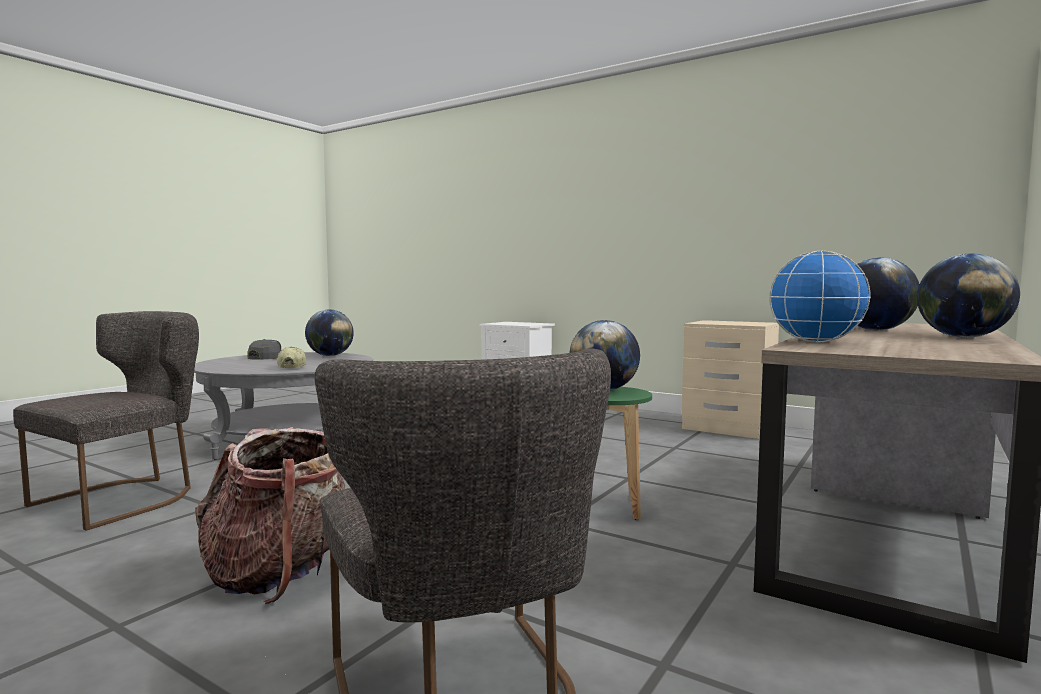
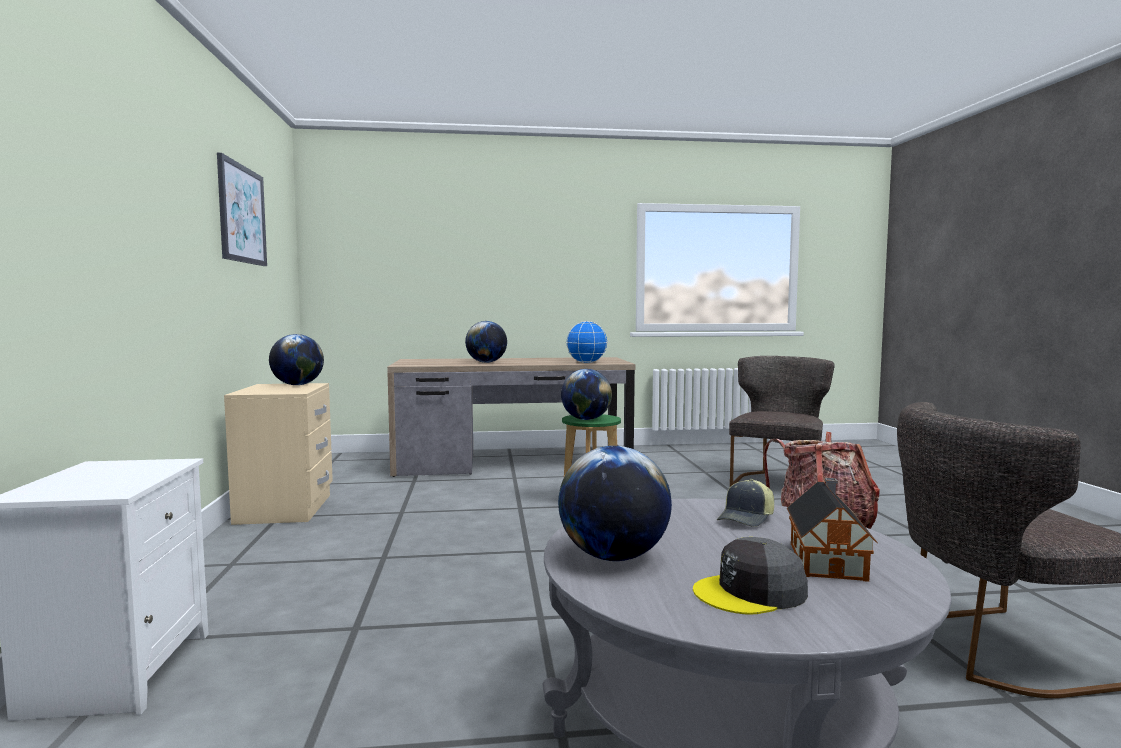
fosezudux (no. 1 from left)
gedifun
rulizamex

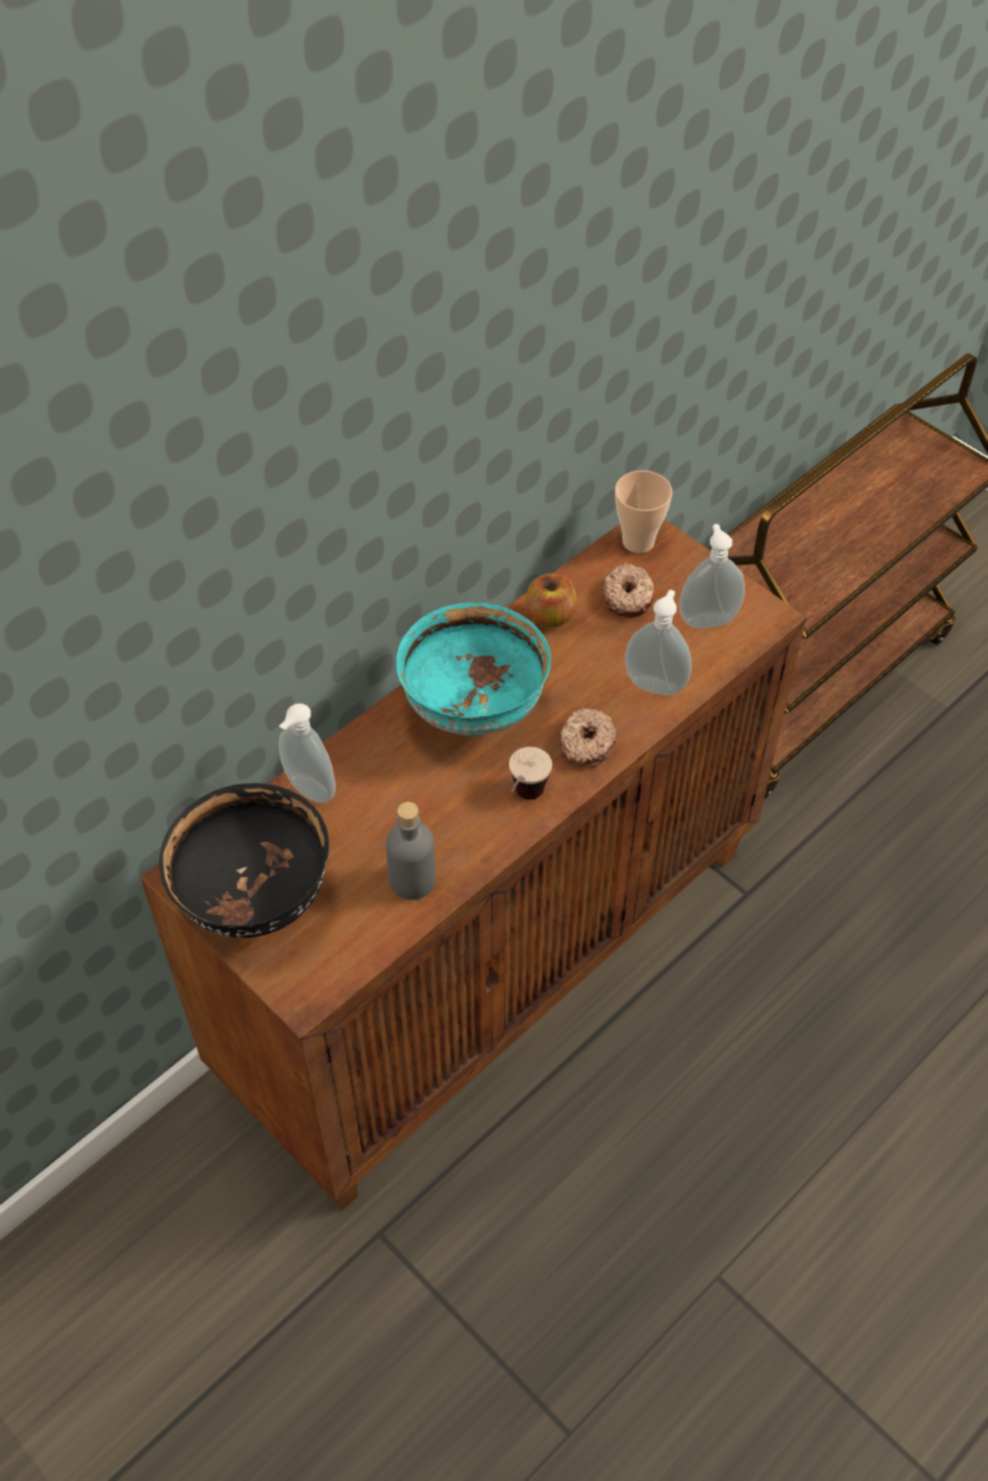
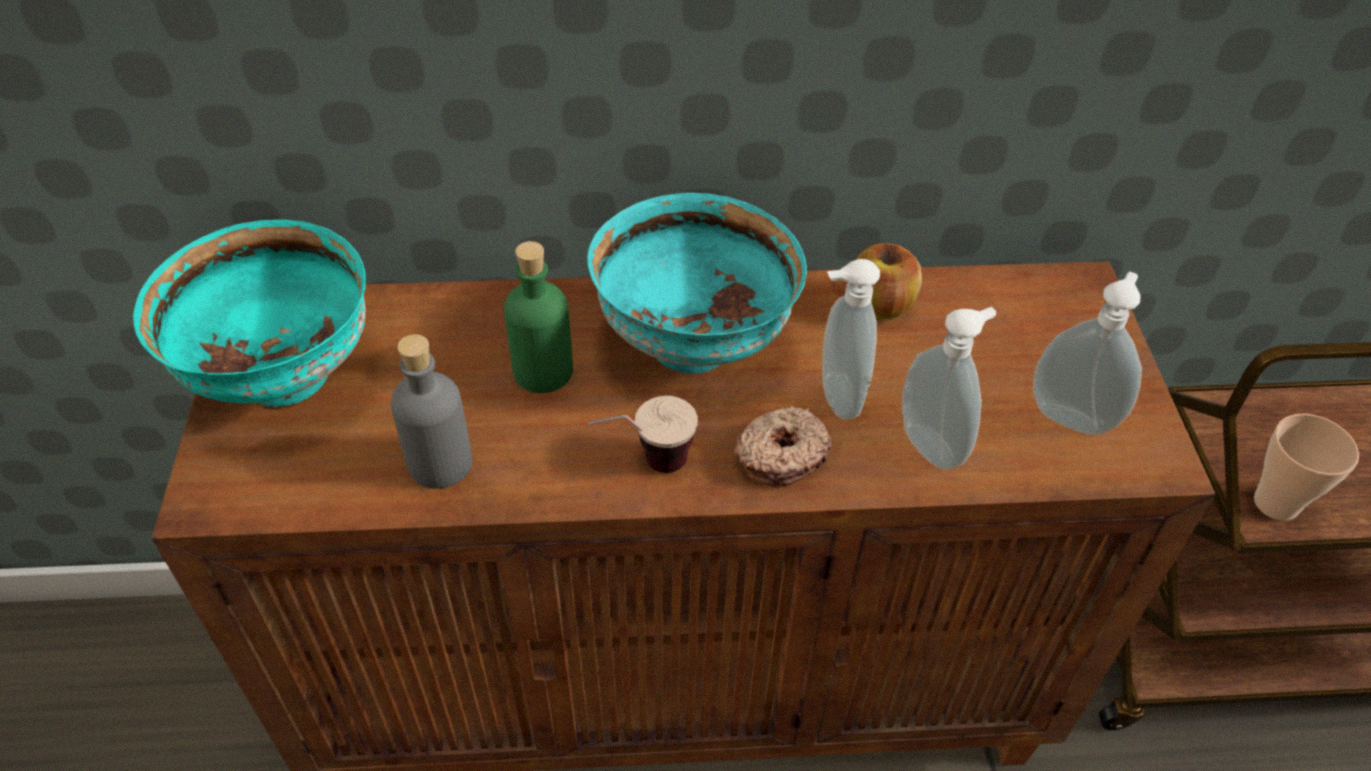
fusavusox (no. 2 from left)
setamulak (no. 2 from left in the first image)
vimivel (no. 1 from left)
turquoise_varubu (no. 1 from left)
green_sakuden

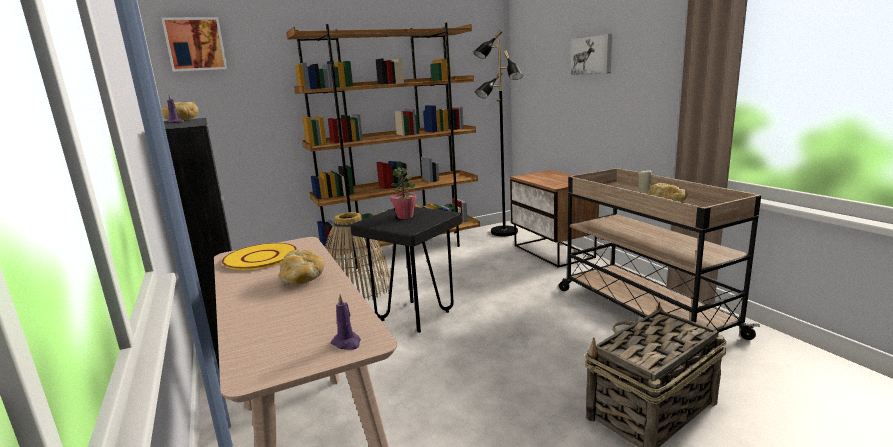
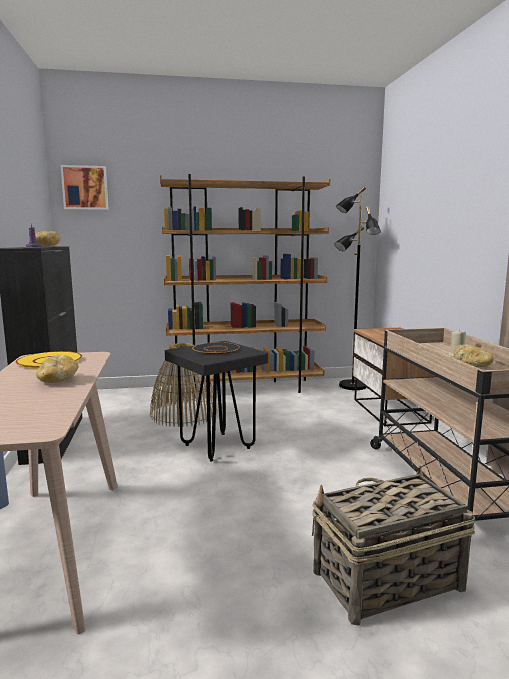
gedifun (no. 2 from left in the first image)
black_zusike
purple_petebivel (no. 2 from left in the first image)

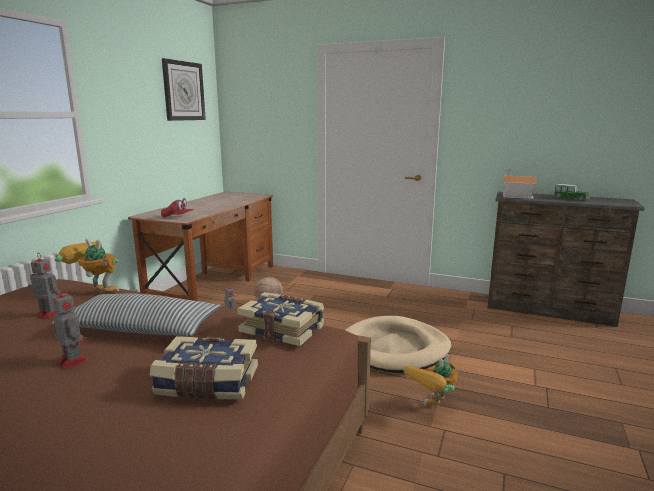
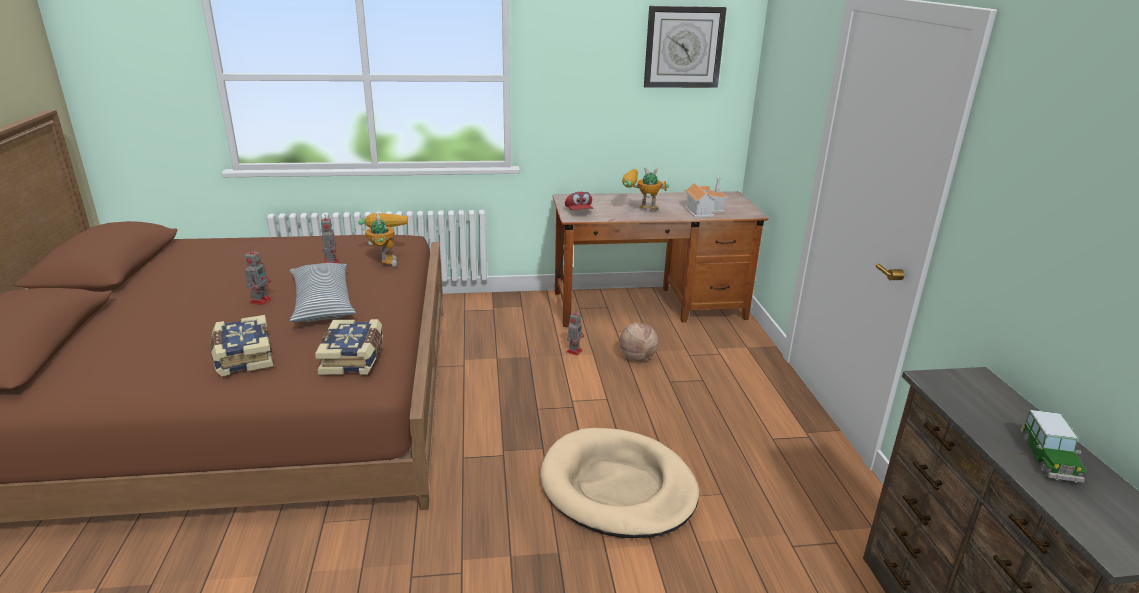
rulizamex
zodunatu (no. 5 from left)

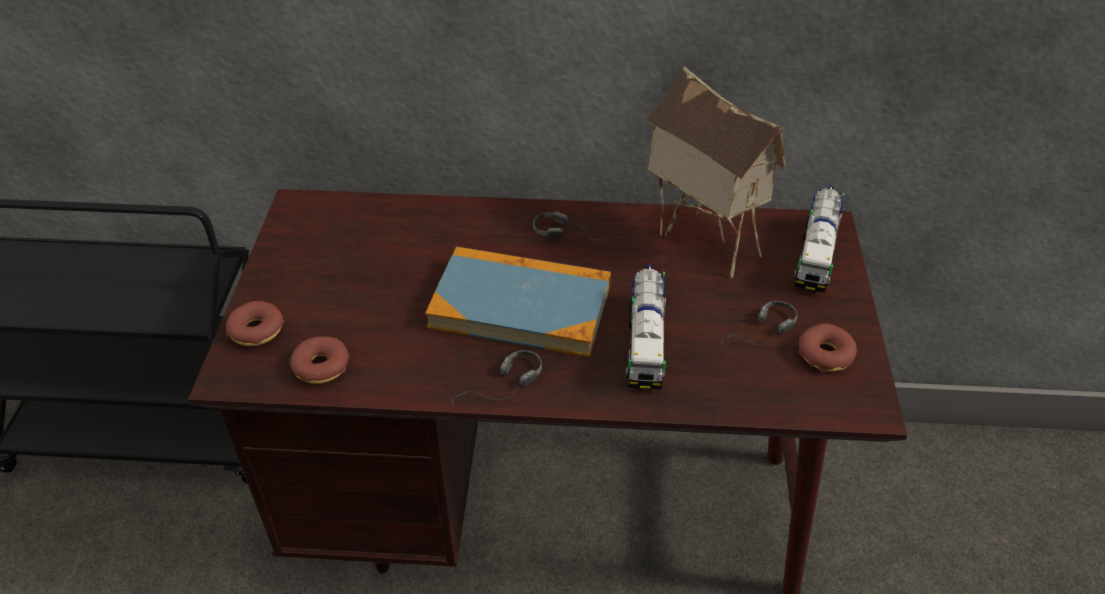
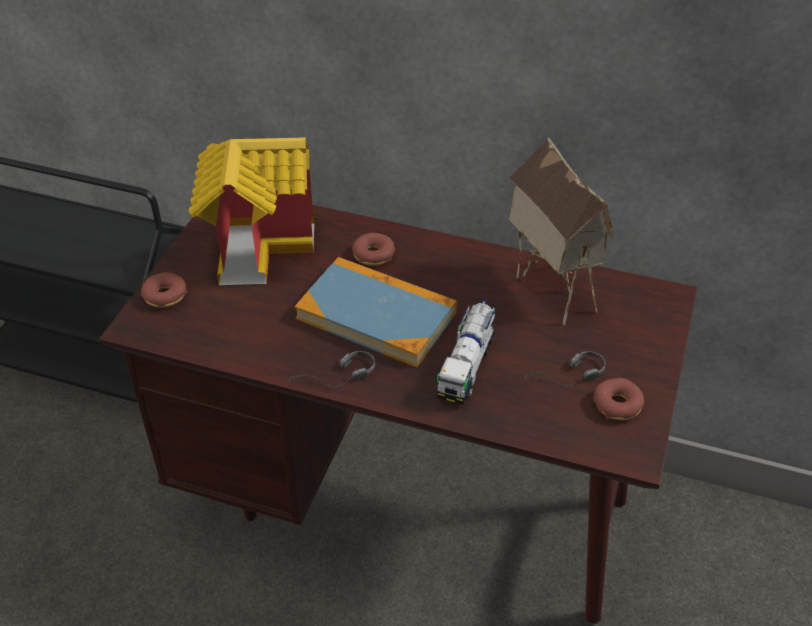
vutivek (no. 2 from left in the first image)
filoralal (no. 2 from left in the first image)
setamulak (no. 2 from left)
rulizamex (no. 1 from left)

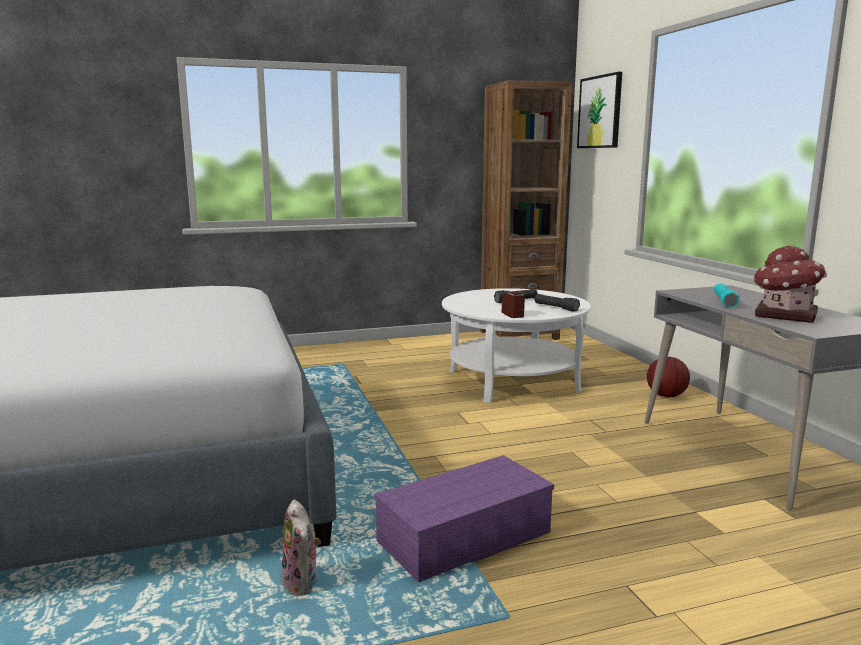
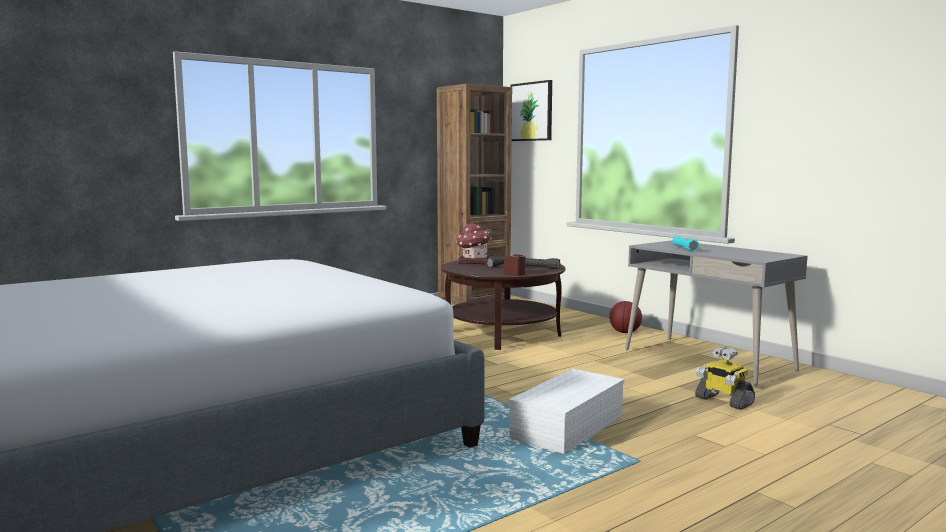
rulizamex
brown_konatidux
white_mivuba
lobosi
zodunatu

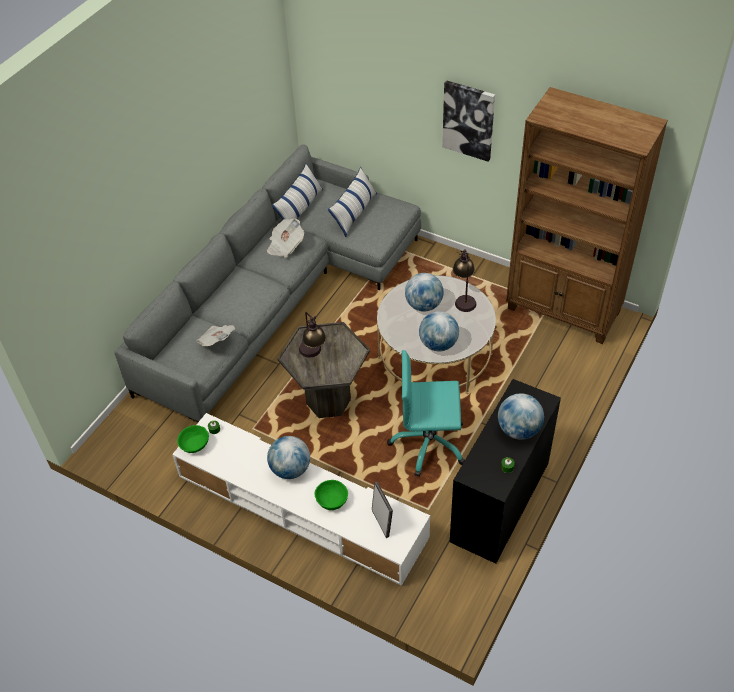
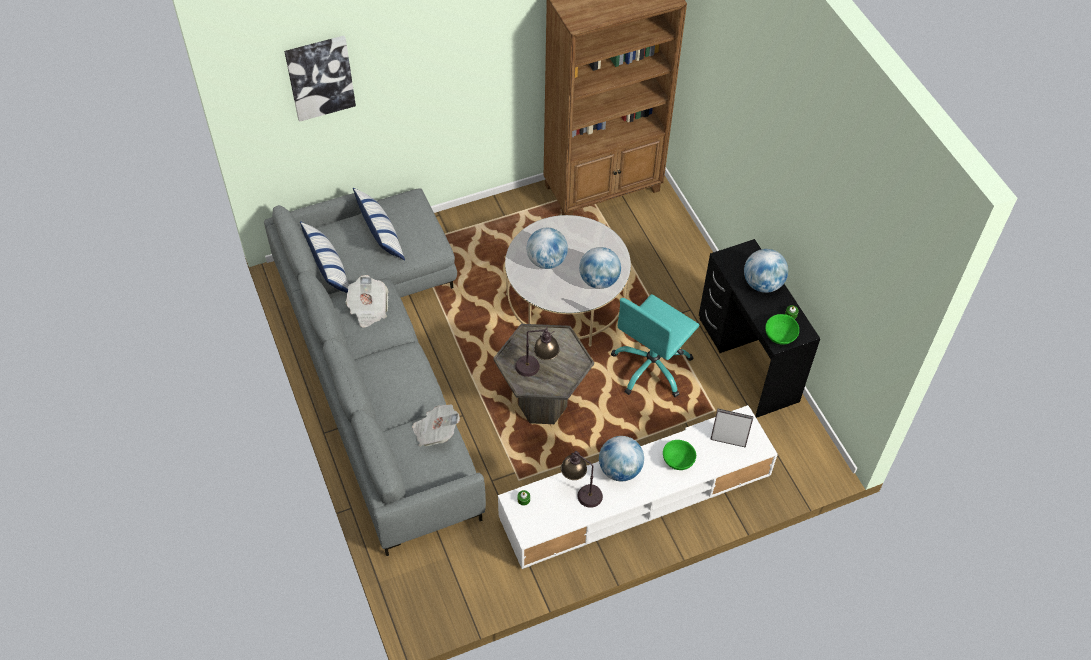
gedifun
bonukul (no. 2 from left)
green_varubu (no. 2 from left)

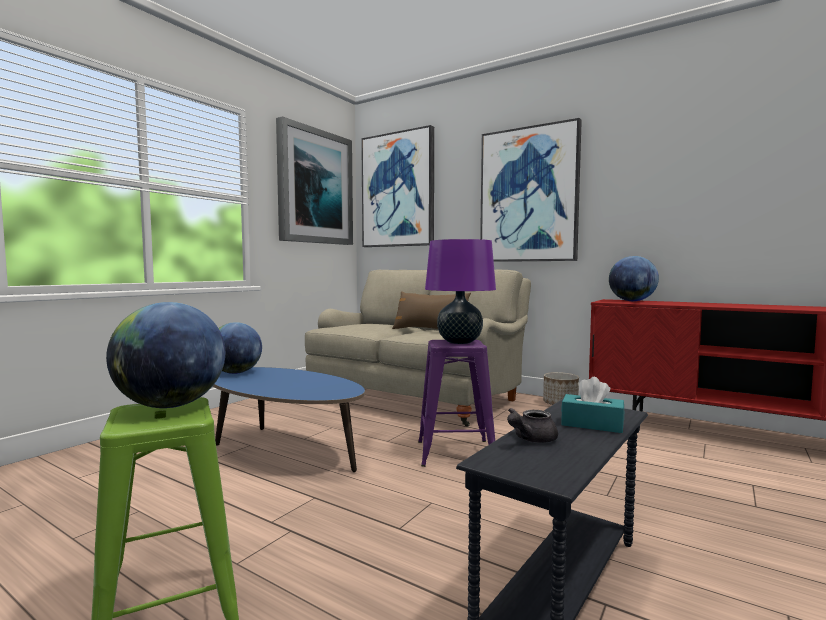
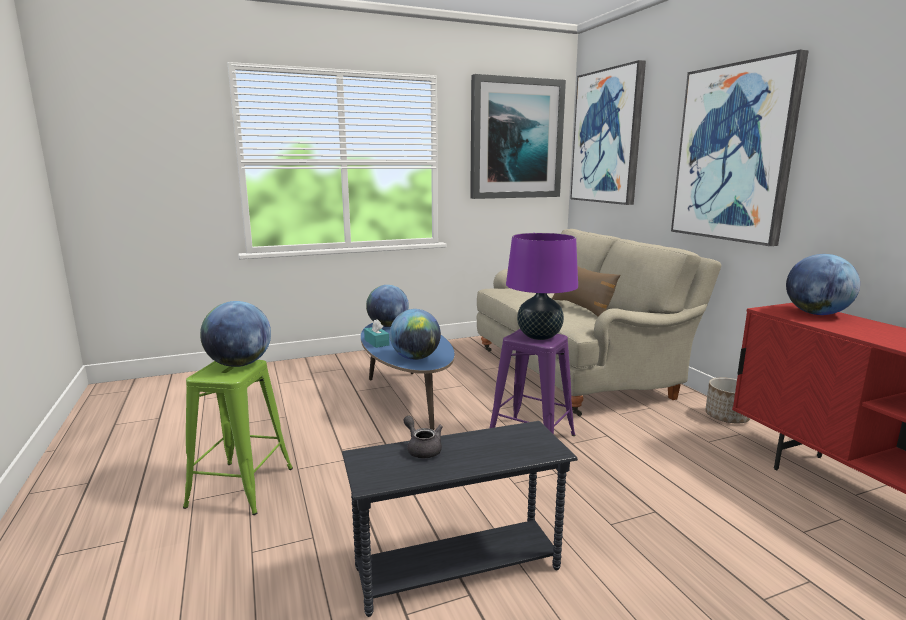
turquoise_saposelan
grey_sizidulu
fosezudux (no. 3 from left)

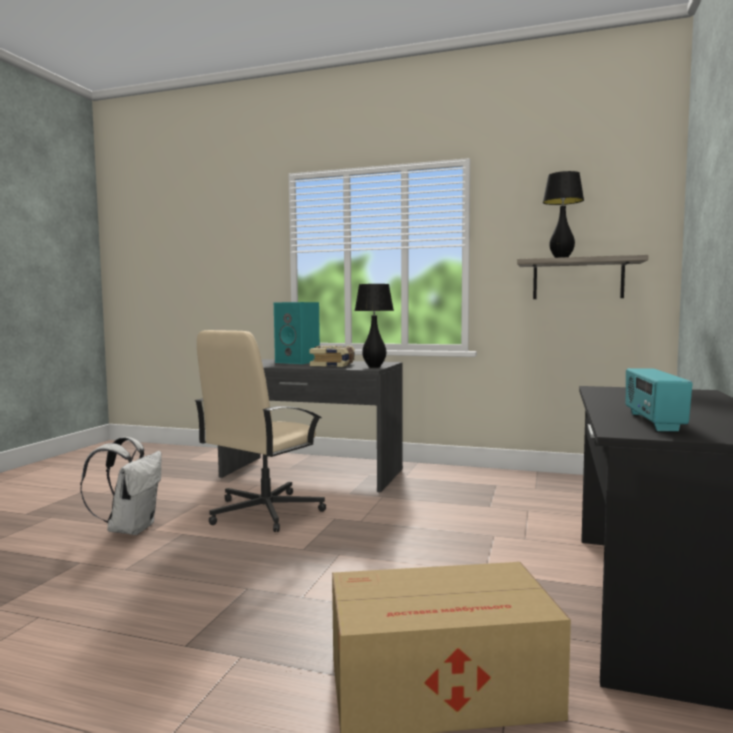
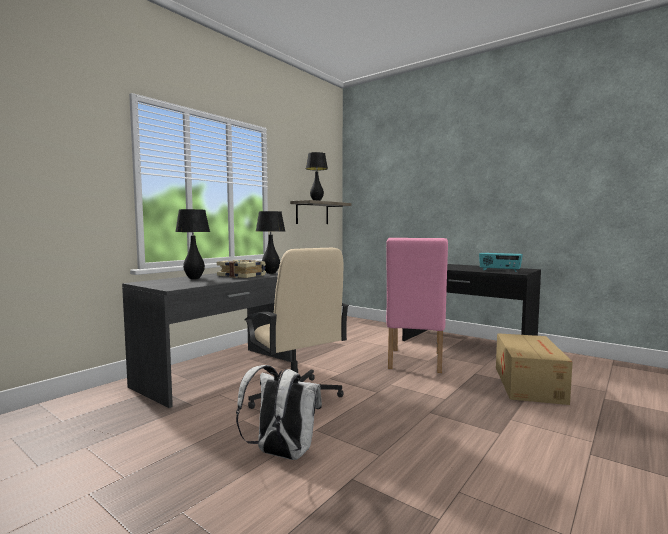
black_bonukul (no. 1 from left)
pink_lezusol

